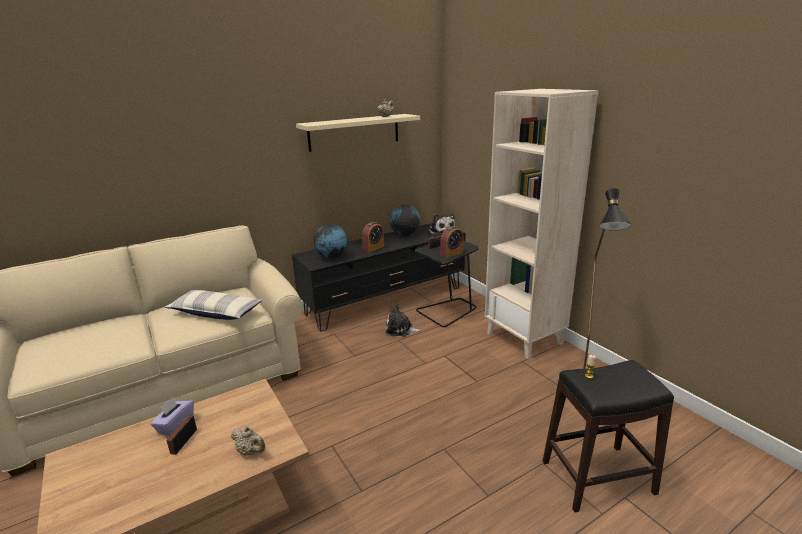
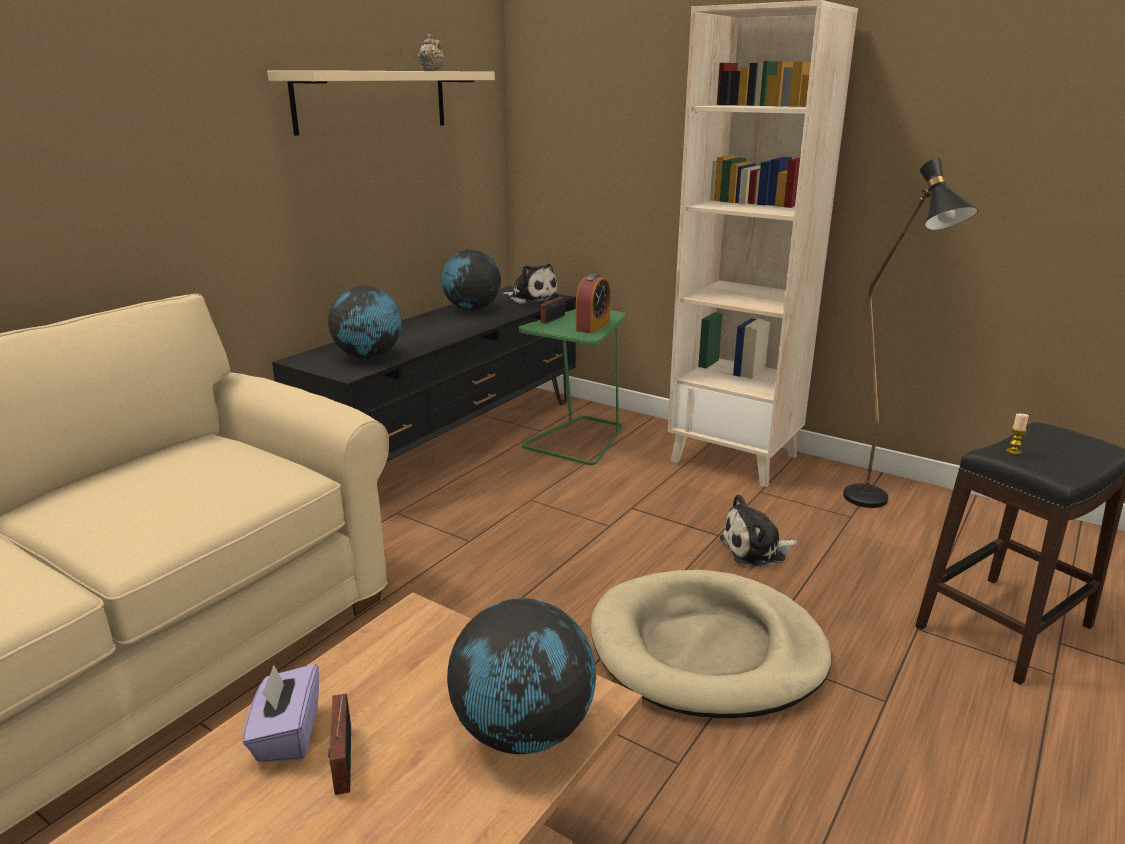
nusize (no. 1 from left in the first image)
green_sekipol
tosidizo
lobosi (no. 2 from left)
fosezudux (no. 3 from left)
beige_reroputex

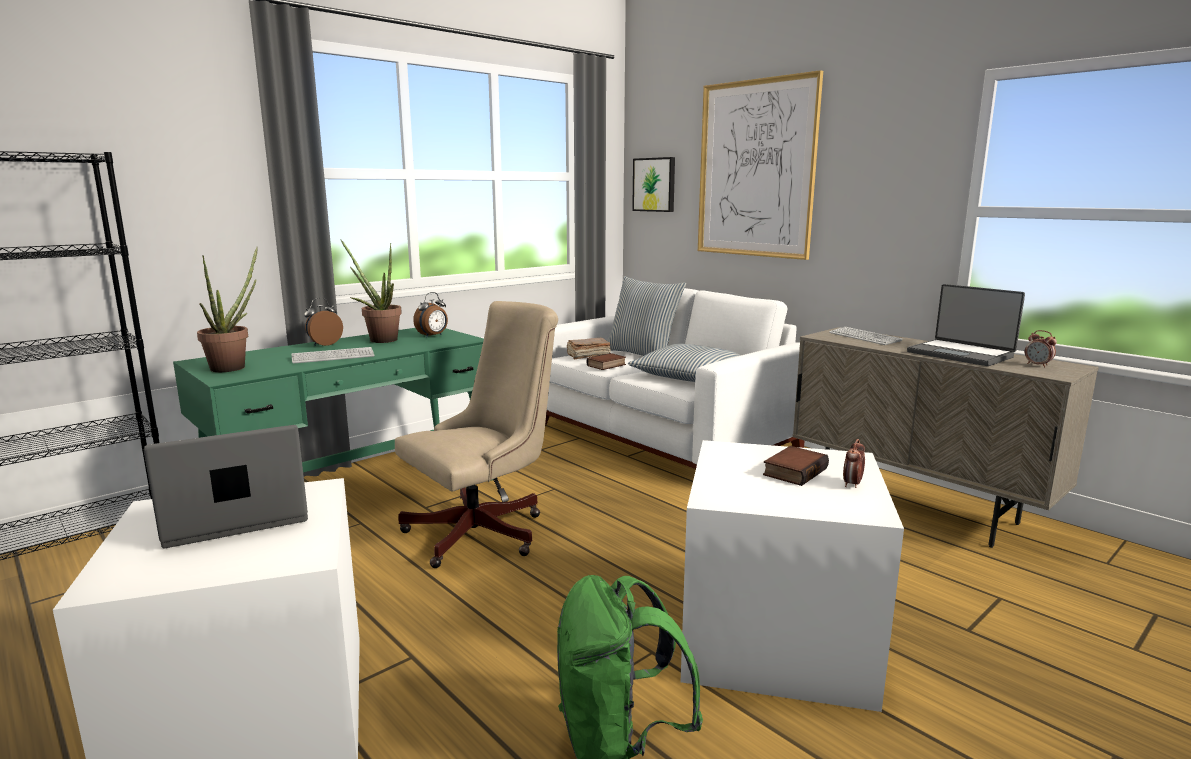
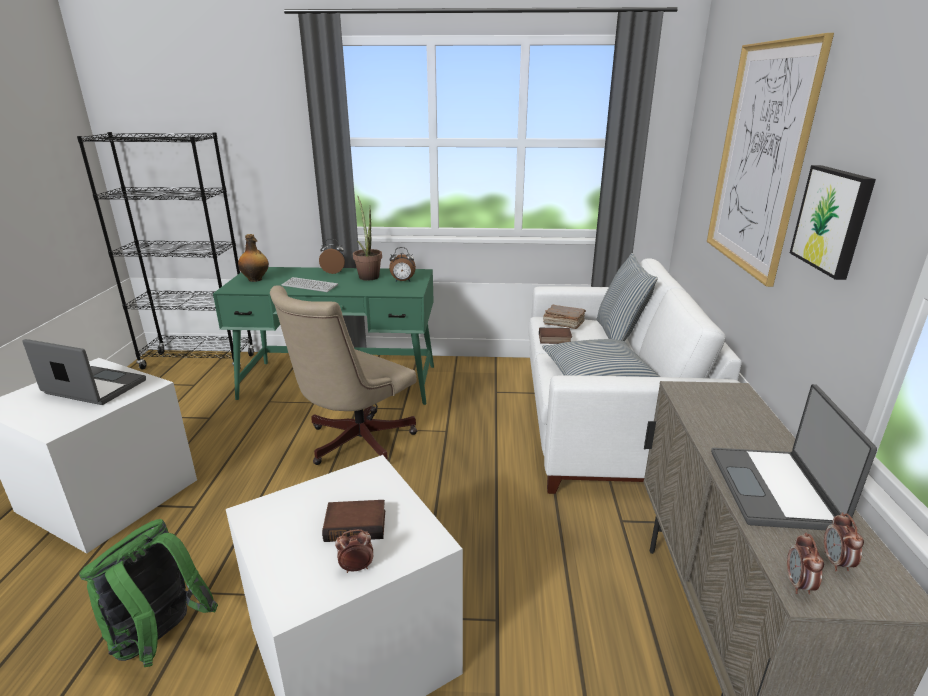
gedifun (no. 2 from left)
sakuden
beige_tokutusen
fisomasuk (no. 2 from left in the first image)
nusize (no. 4 from left)

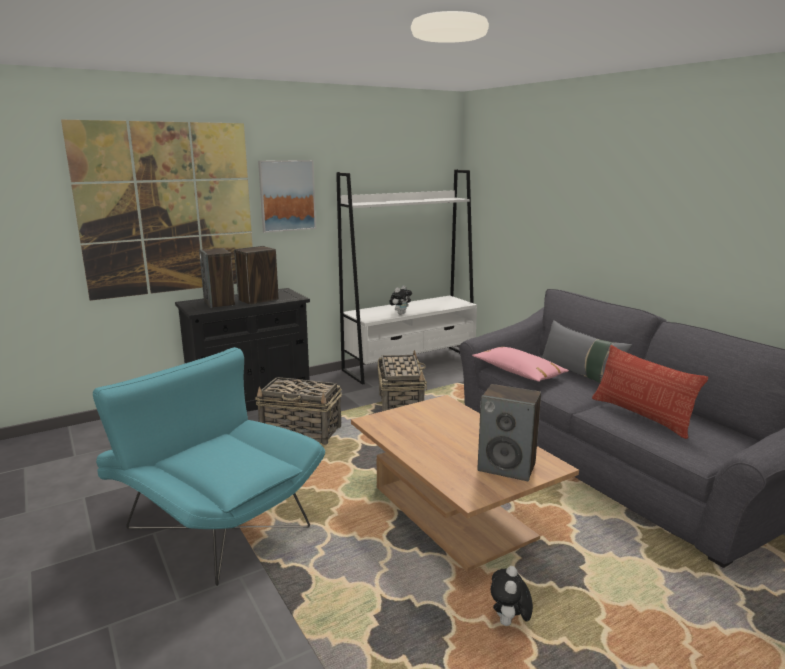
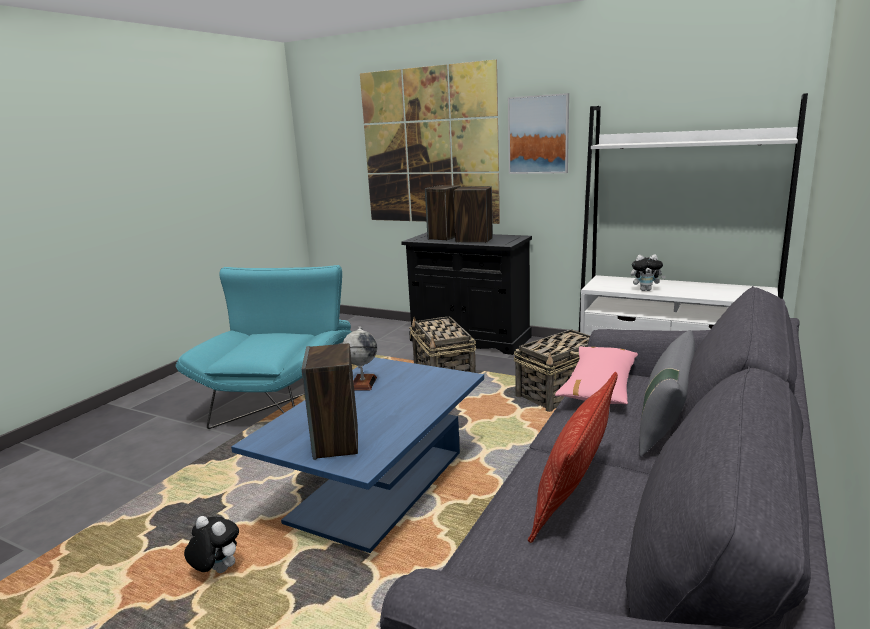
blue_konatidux
lobosi (no. 1 from left)
fosezudux

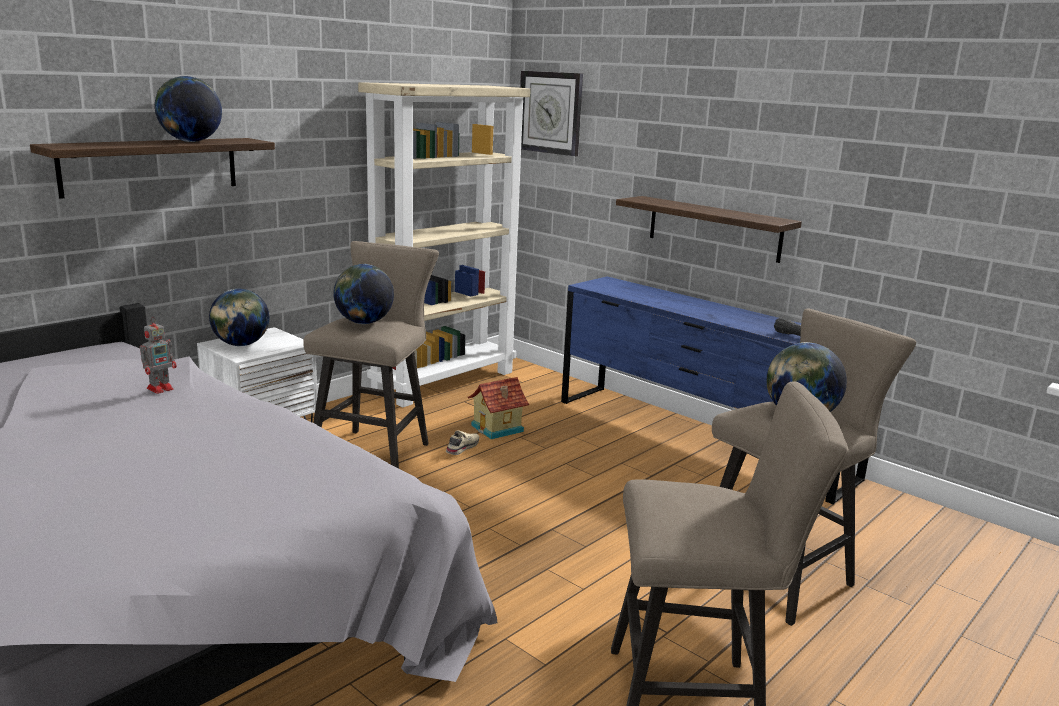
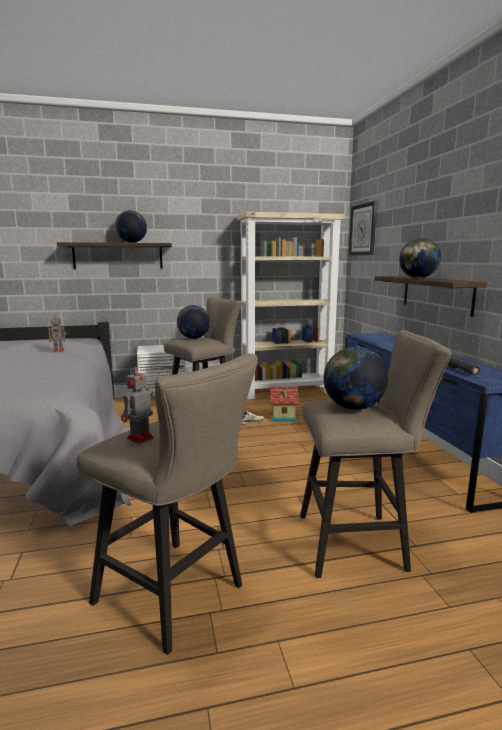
fosezudux (no. 4 from left)
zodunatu (no. 2 from left)

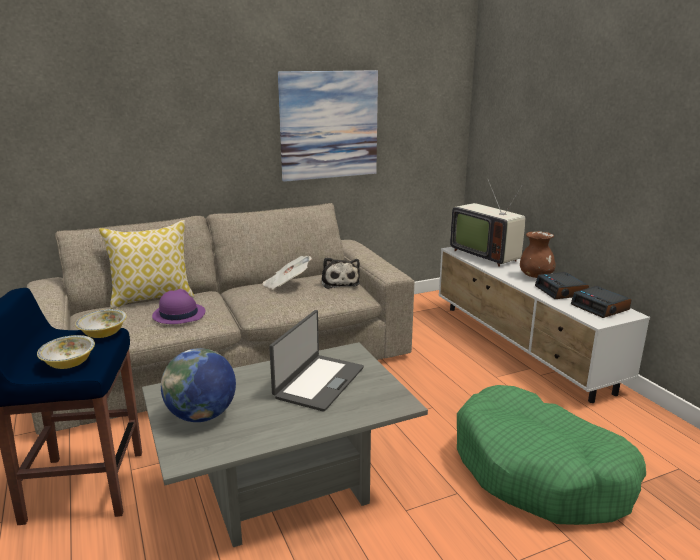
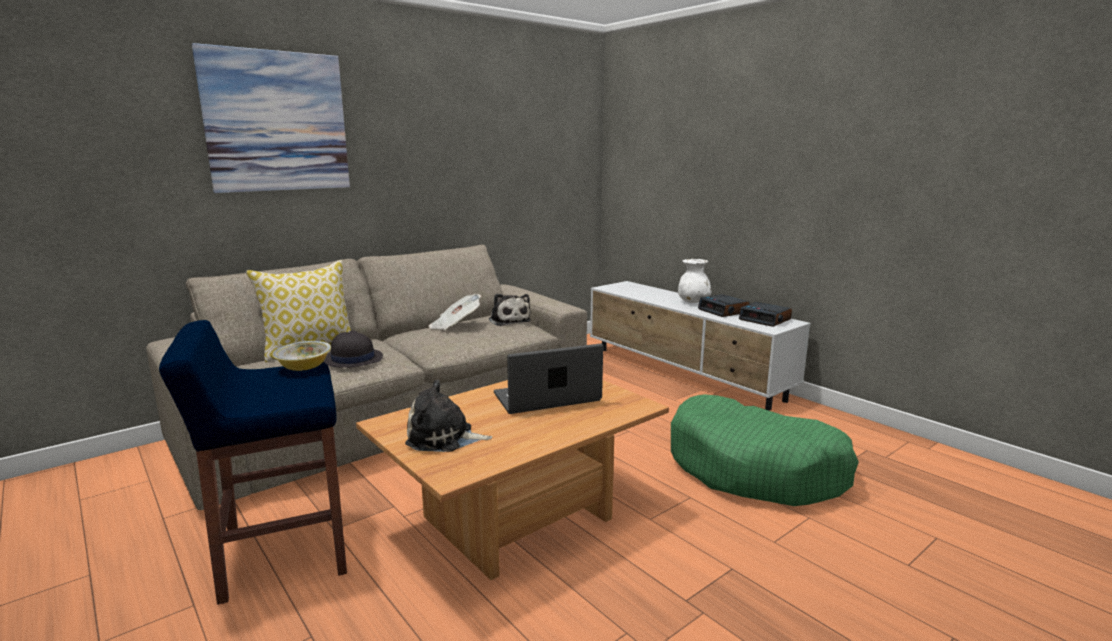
gedifun
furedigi
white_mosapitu
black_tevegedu
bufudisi
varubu (no. 1 from left in the first image)
brown_konatidux
lobosi (no. 1 from left)

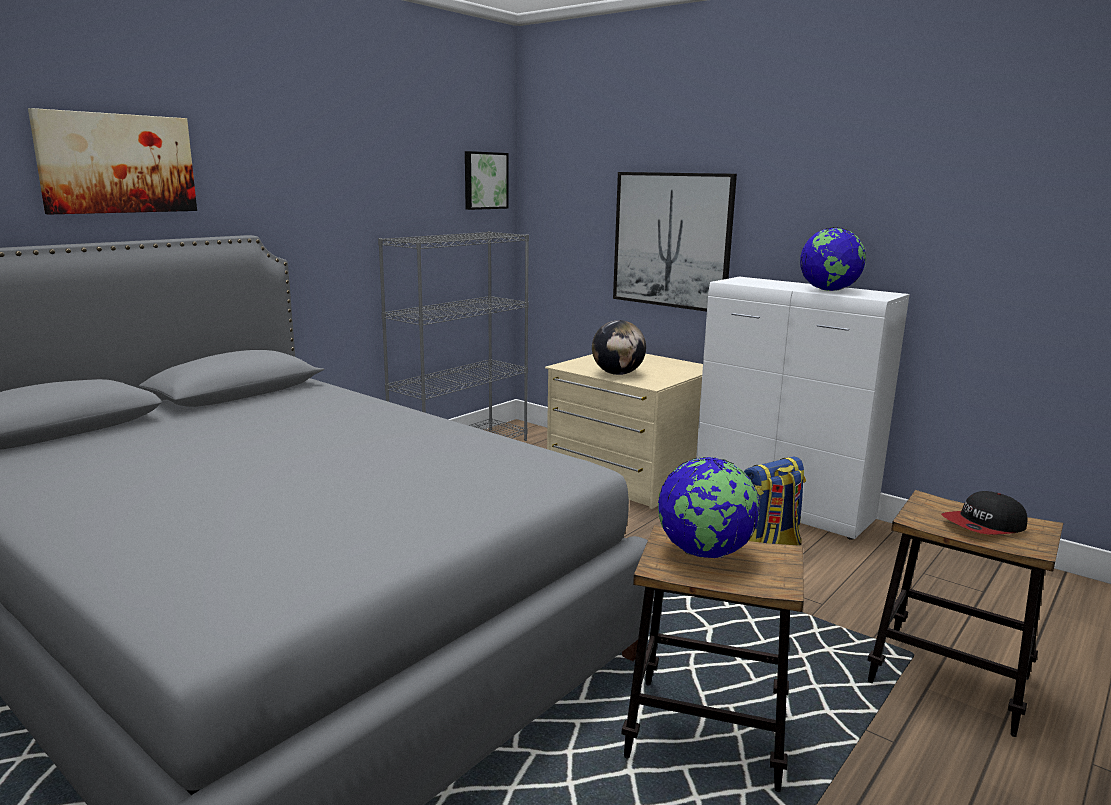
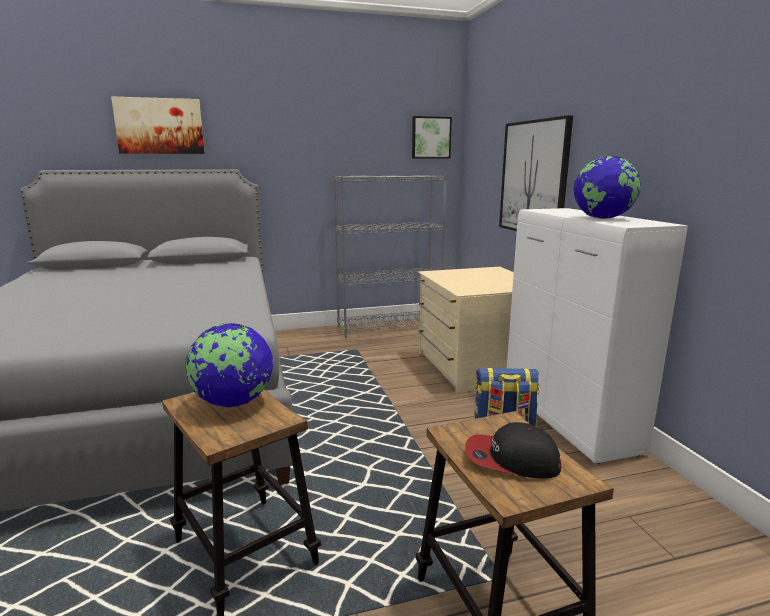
fosezudux (no. 1 from left in the first image)

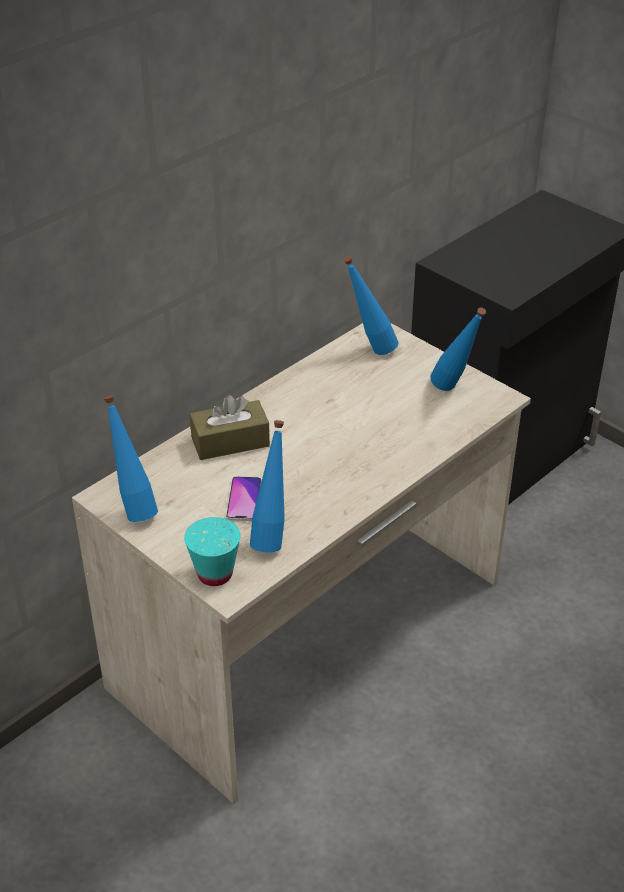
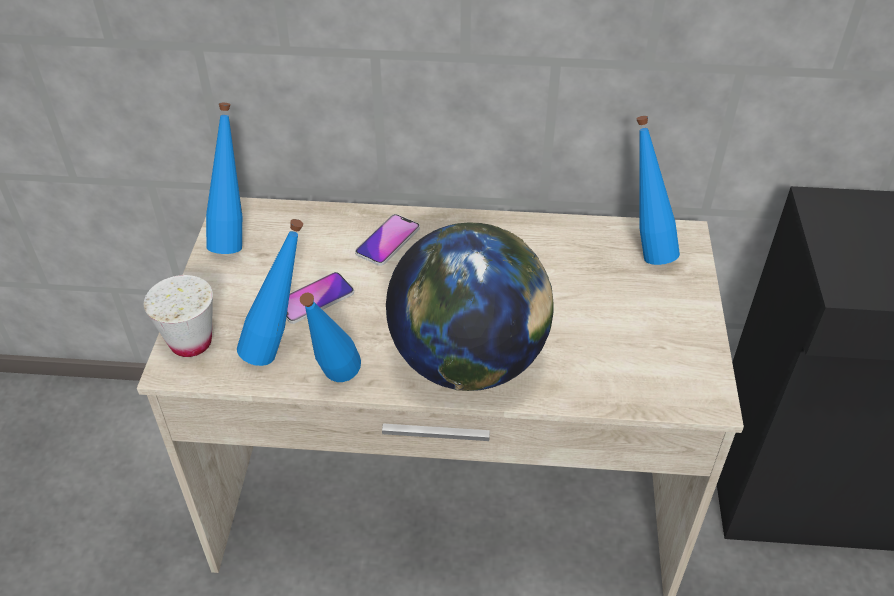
blue_sakuden (no. 3 from left)
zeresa (no. 2 from left)
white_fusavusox
fosezudux

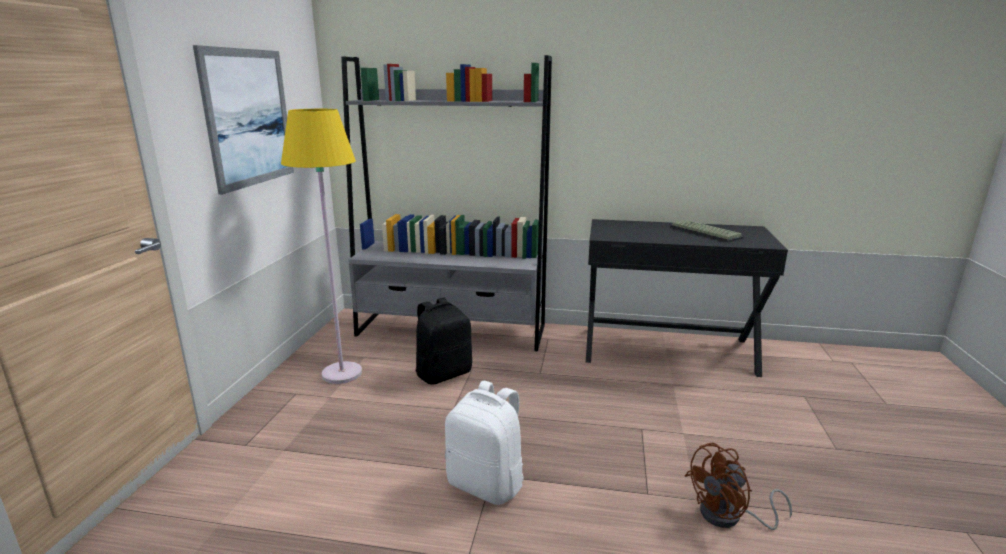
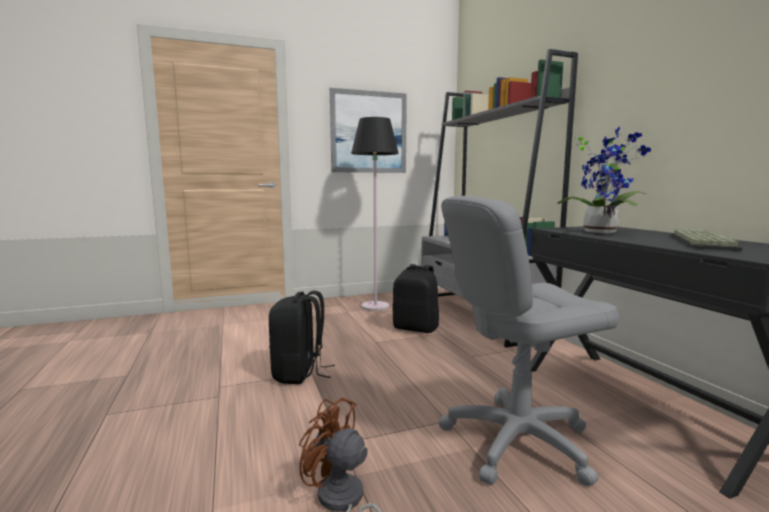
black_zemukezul
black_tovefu (no. 1 from left)
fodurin
grey_tokutusen

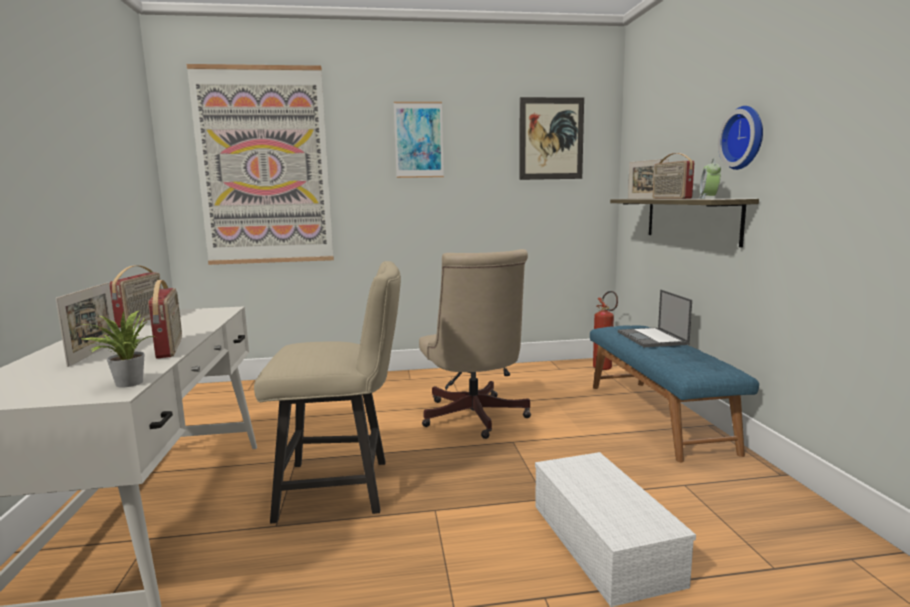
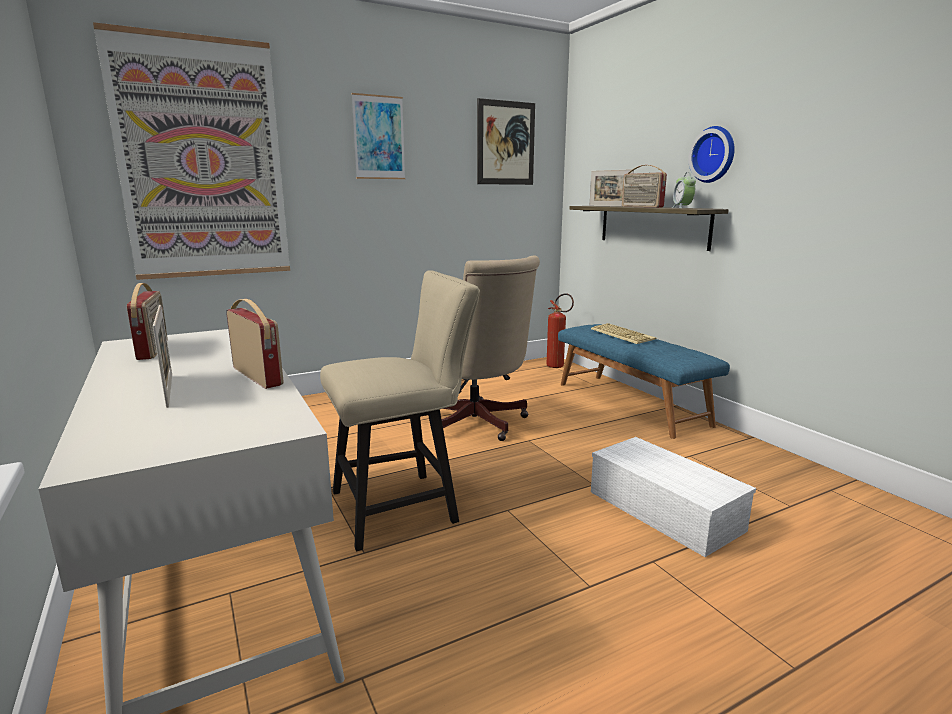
fisomasuk
fodurin

